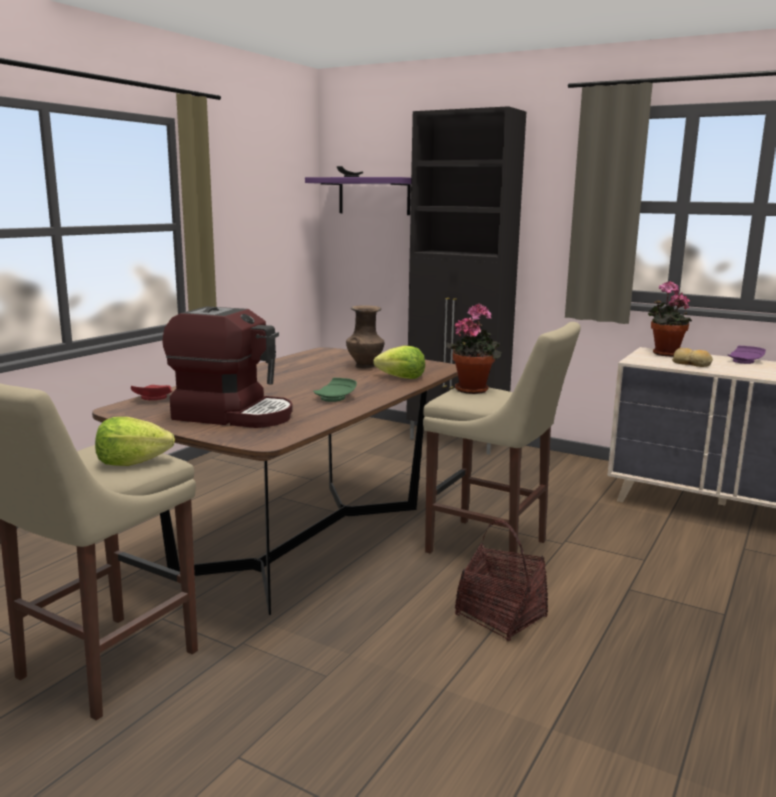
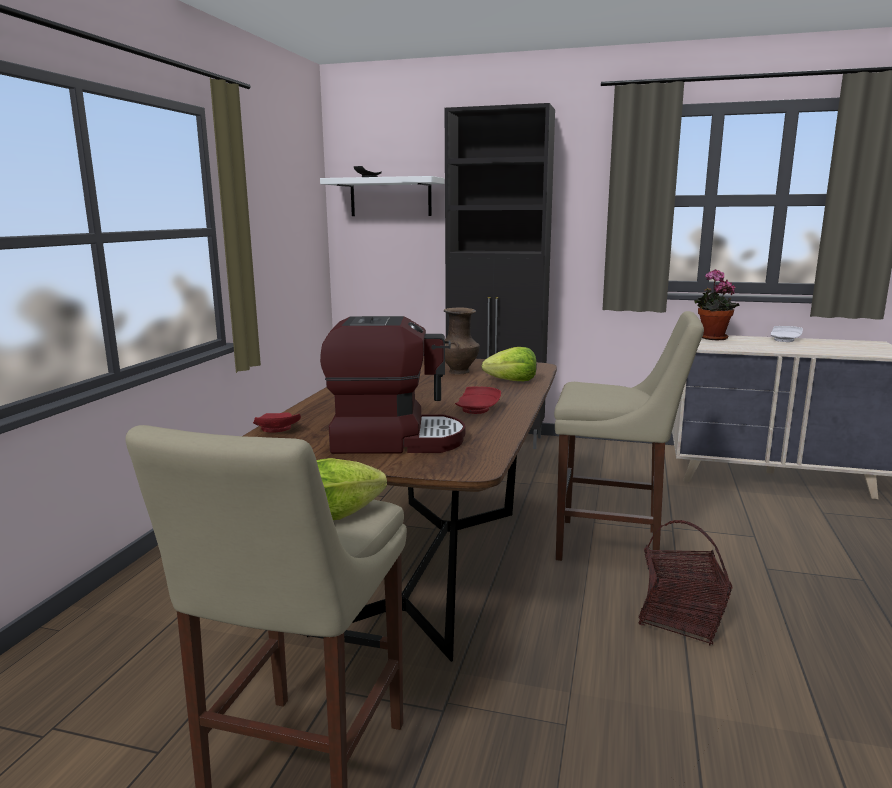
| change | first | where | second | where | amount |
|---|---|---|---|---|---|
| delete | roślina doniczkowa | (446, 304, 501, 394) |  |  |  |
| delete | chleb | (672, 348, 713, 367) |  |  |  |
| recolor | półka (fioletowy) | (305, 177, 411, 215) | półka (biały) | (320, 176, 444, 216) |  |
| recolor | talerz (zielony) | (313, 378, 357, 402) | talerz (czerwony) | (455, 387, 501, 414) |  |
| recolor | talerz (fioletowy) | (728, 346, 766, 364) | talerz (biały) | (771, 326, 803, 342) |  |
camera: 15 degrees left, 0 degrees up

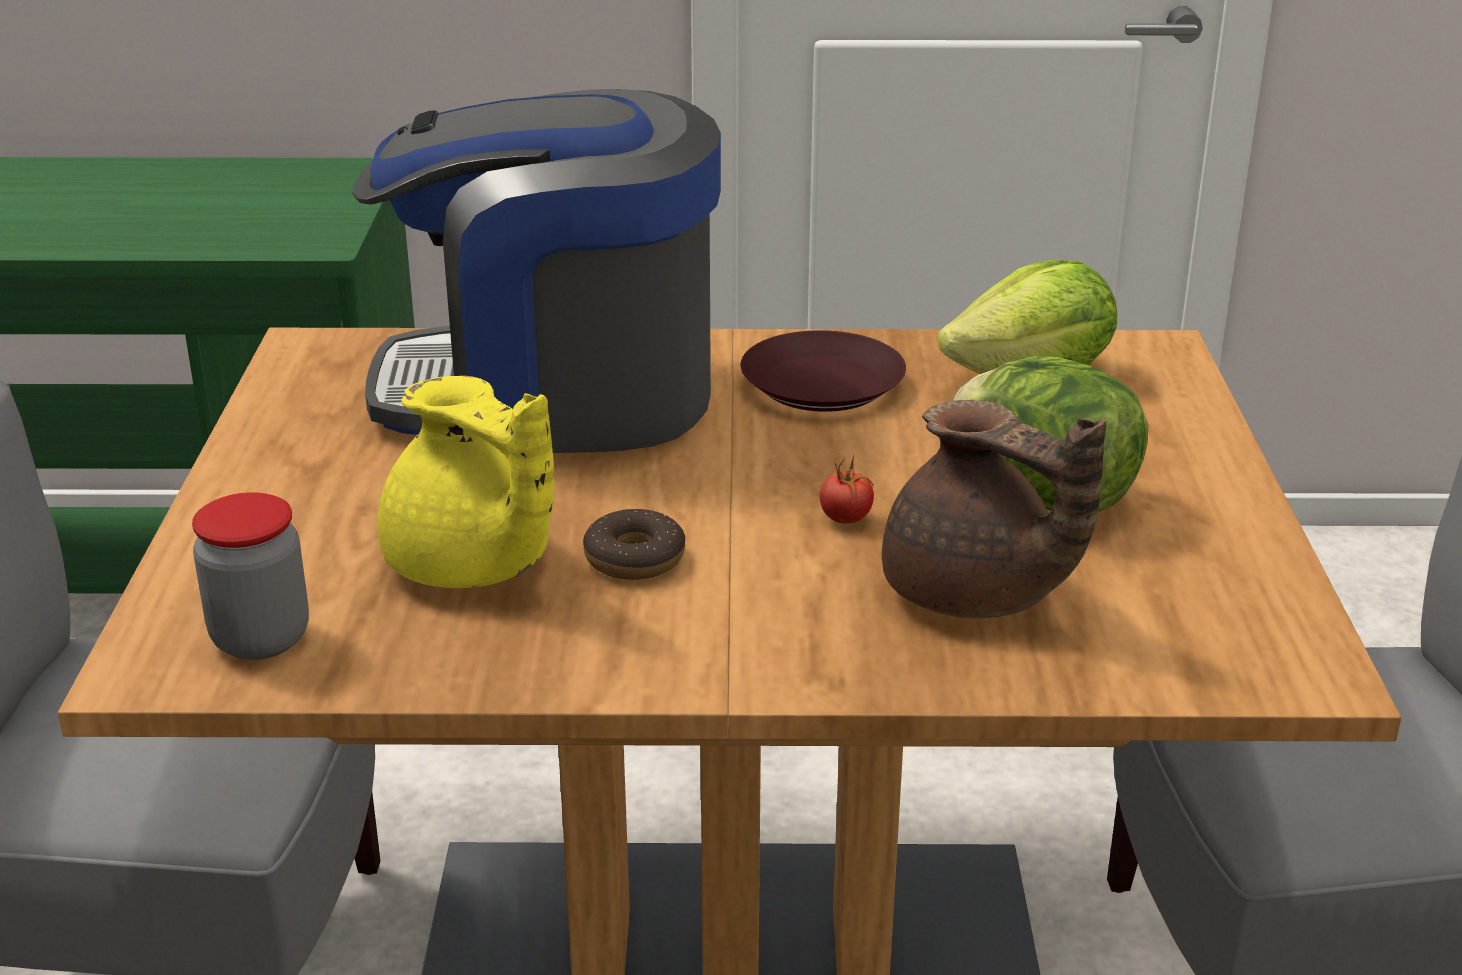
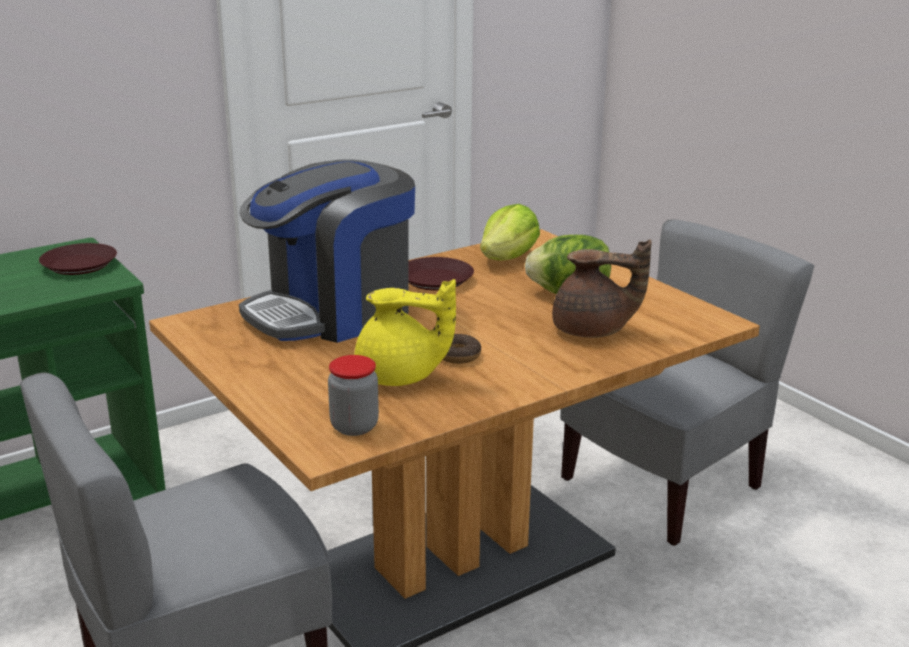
| change | first | where | second | where | amount |
|---|---|---|---|---|---|
| delete | pomidor | (820, 456, 874, 524) |  |  |  |
| insert |  |  | talerz (brązowy) | (39, 243, 117, 275) |  |
camera: 35 degrees left, 5 degrees down

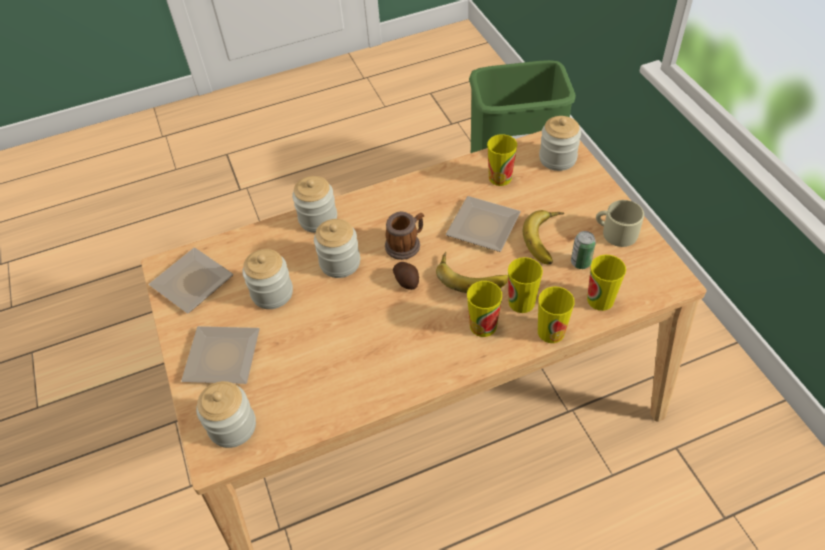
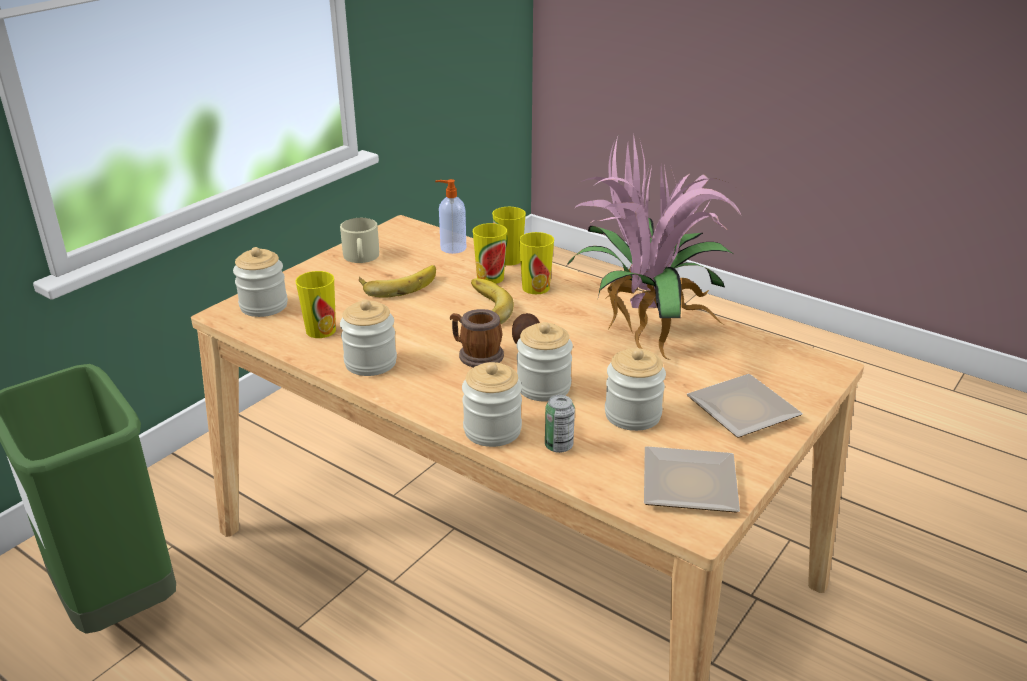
| change | first | where | second | where | amount |
|---|---|---|---|---|---|
| delete | talerz | (446, 196, 521, 252) |  |  |  |
| insert |  |  | roślina doniczkowa | (567, 136, 742, 359) |  |
| move | słoik | (196, 381, 256, 448) |  | (340, 299, 397, 376) |  |
| move | puszka | (571, 231, 596, 269) |  | (545, 395, 575, 453) |  |
| replace | filiżanka | (587, 255, 626, 311) | dozownik mydła | (435, 179, 466, 254) |  |
camera: 125 degrees left, 20 degrees down

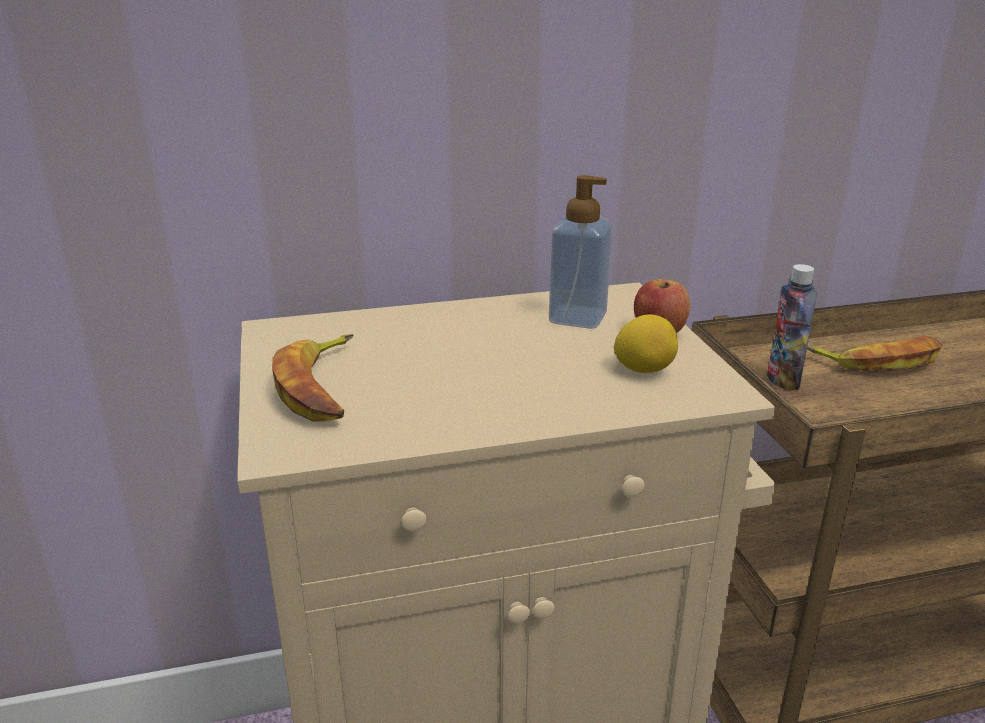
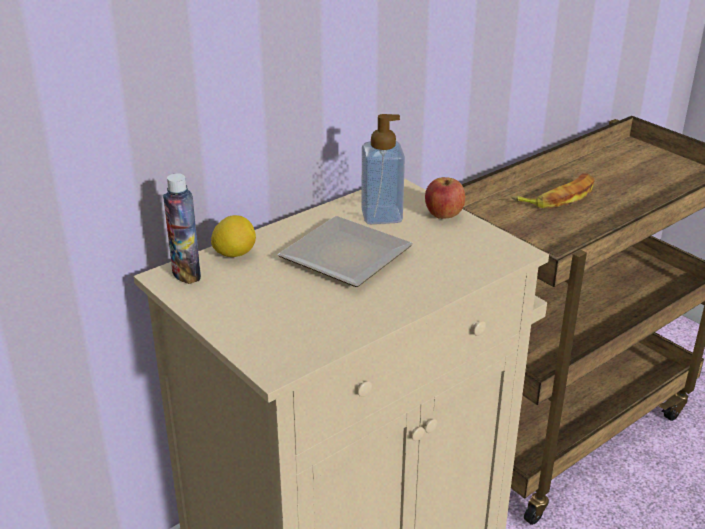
| change | first | where | second | where | amount |
|---|---|---|---|---|---|
| delete | banan | (272, 334, 353, 421) |  |  |  |
| insert |  |  | talerz | (278, 216, 413, 287) |  |
| move | cytryna | (614, 314, 678, 373) |  | (211, 215, 256, 257) |  |
| move | butelka | (767, 264, 817, 390) |  | (163, 173, 201, 284) |  |
camera: 25 degrees left, 5 degrees up

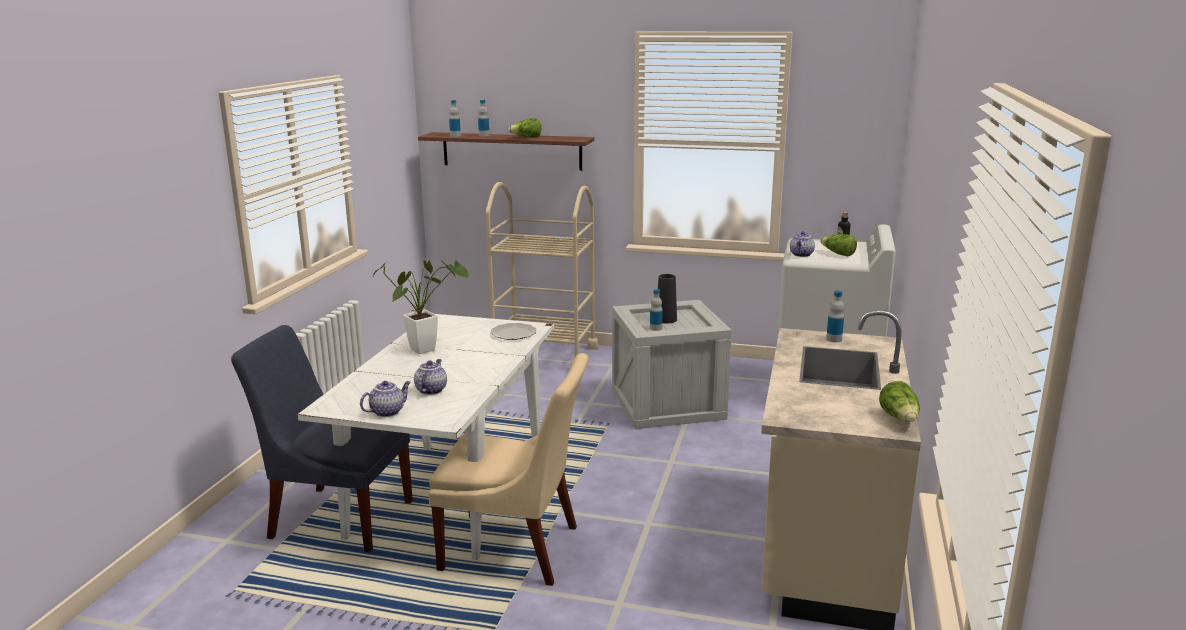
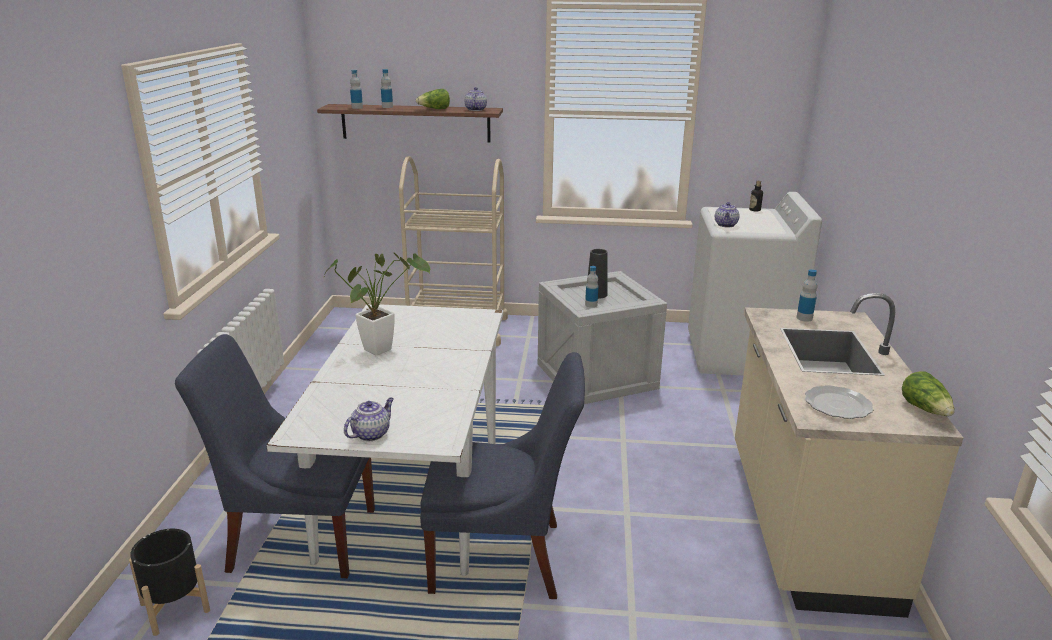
| change | first | where | second | where | amount |
|---|---|---|---|---|---|
| delete | sałata | (821, 234, 857, 257) |  |  |  |
| insert |  |  | donica (czarny) | (129, 529, 210, 636) |  |
| move | imbryk | (414, 359, 447, 395) |  | (464, 87, 487, 111) |  |
| move | talerz | (490, 323, 537, 340) |  | (805, 385, 873, 419) |  |
| recolor | krzesło (beżowy) | (428, 353, 589, 586) | krzesło (niebieski) | (420, 352, 585, 599) |  |
camera: 10 degrees left, 5 degrees up

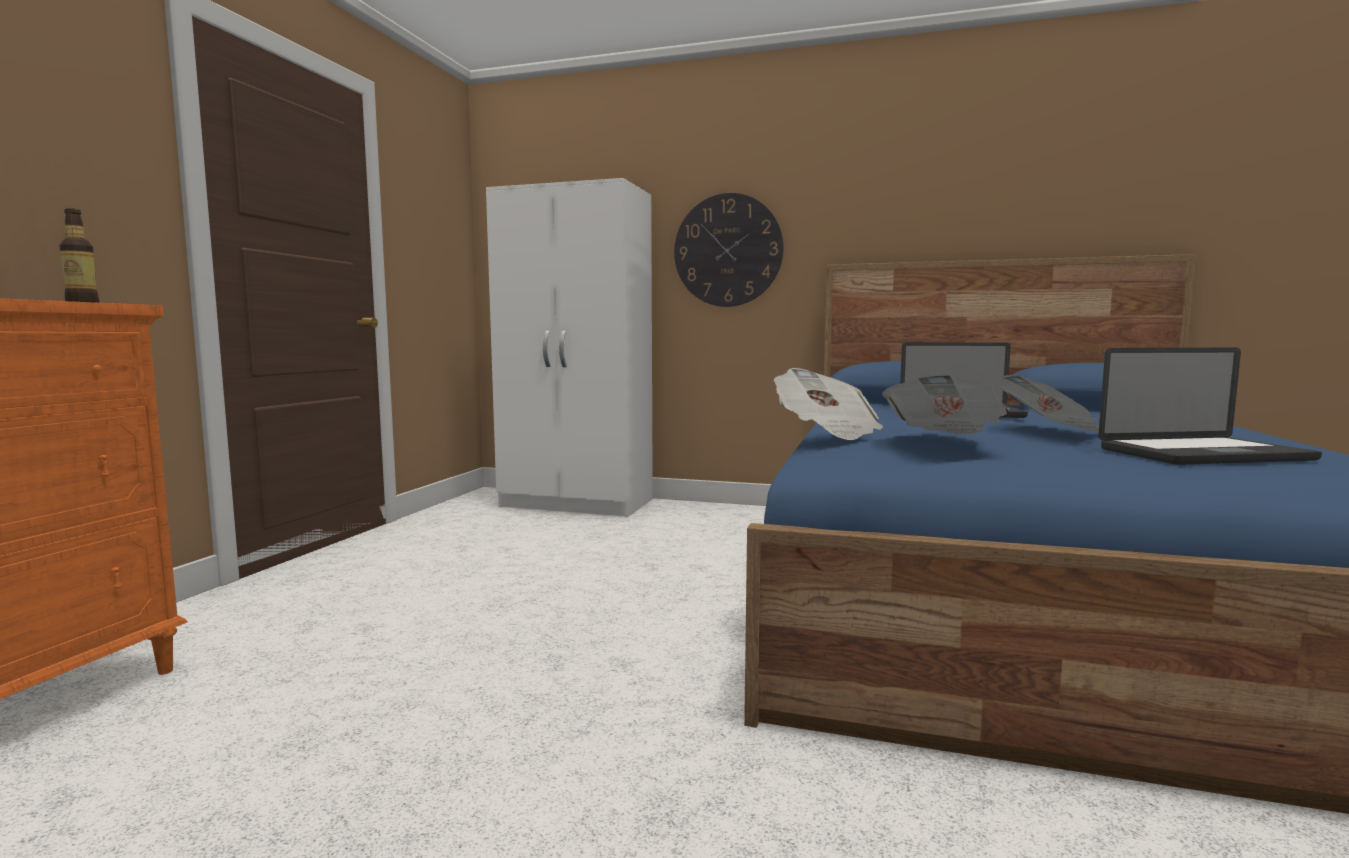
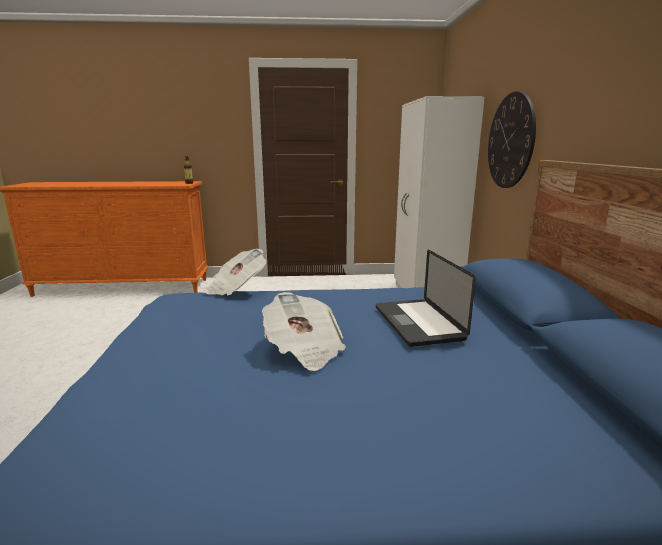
| change | first | where | second | where | amount |
|---|---|---|---|---|---|
| delete | gazeta | (882, 374, 1009, 434) |  |  |  |
| delete | laptop | (1098, 348, 1322, 465) |  |  |  |
camera: 70 degrees right, 10 degrees up

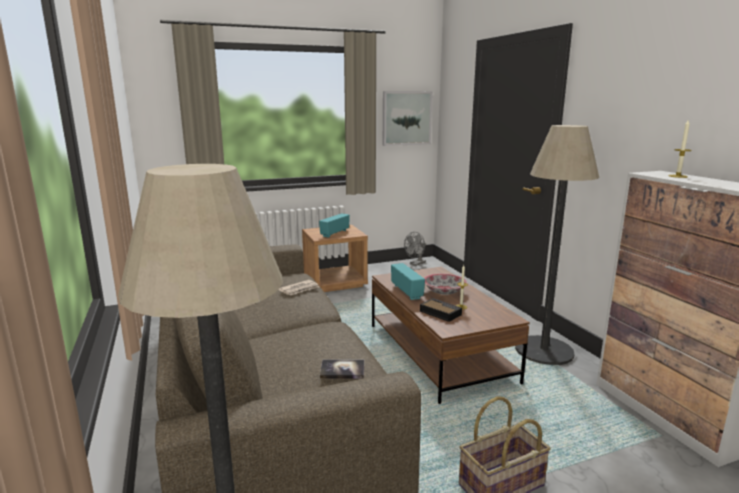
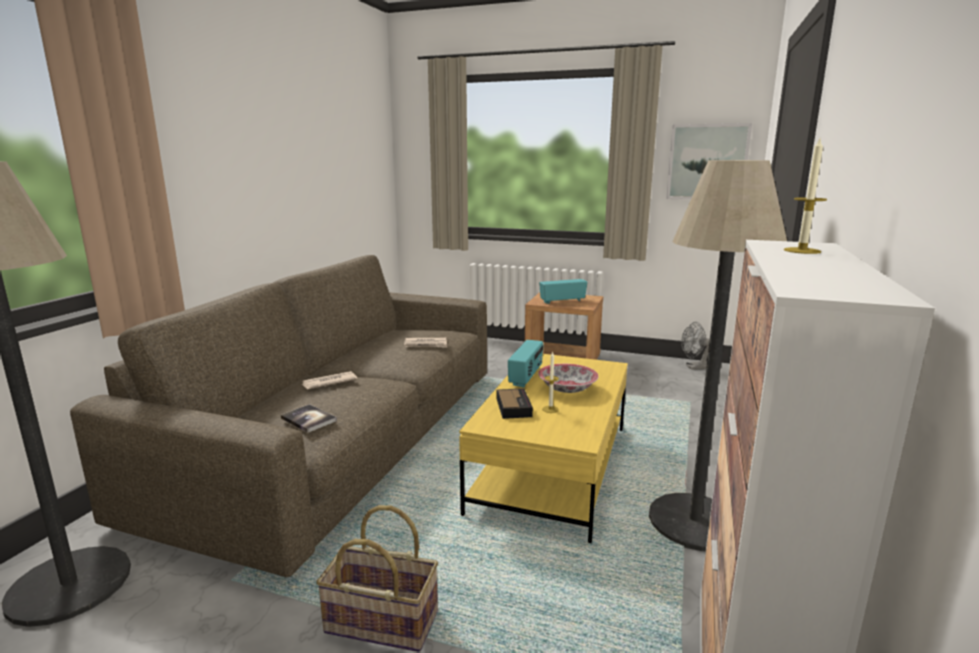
| change | first | where | second | where | amount |
|---|---|---|---|---|---|
| insert |  |  | gazeta | (302, 371, 358, 389) |  |
| recolor | ława (brązowy) | (372, 267, 530, 404) | ława (żółty) | (459, 354, 628, 543) |  |
camera: 40 degrees right, 0 degrees up

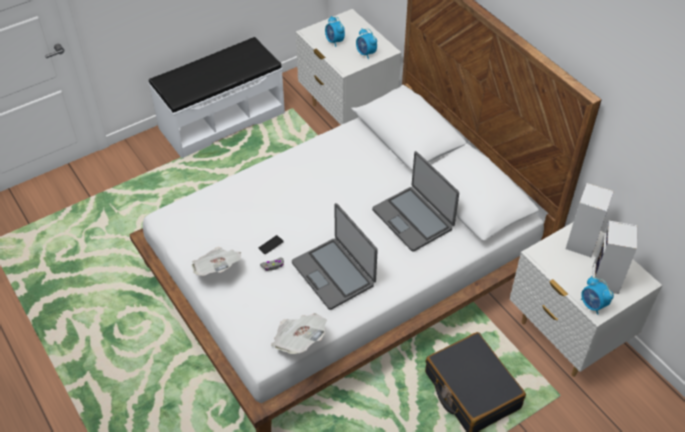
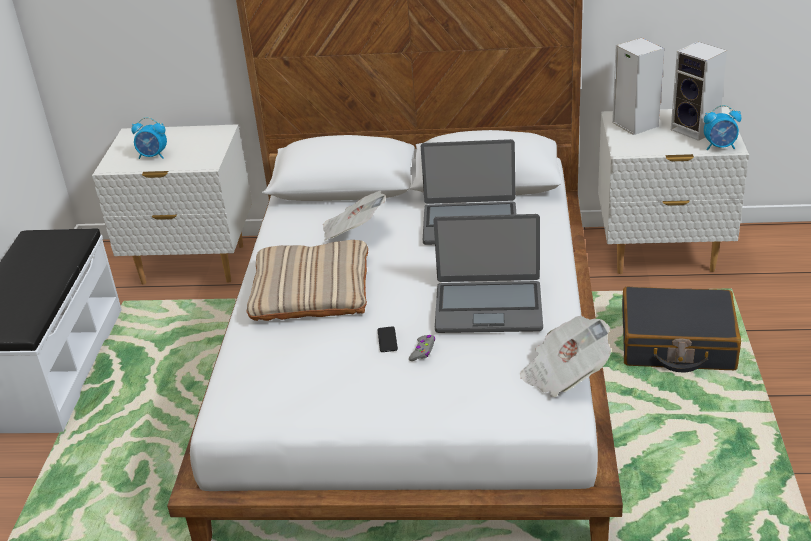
| change | first | where | second | where | amount |
|---|---|---|---|---|---|
| delete | budzik | (356, 28, 377, 59) |  |  |  |
| insert |  |  | poduszka (beżowy) | (246, 240, 368, 321) |  |
| move | gazeta | (192, 247, 241, 276) |  | (323, 191, 386, 241) |  |
camera: 50 degrees left, 15 degrees down

